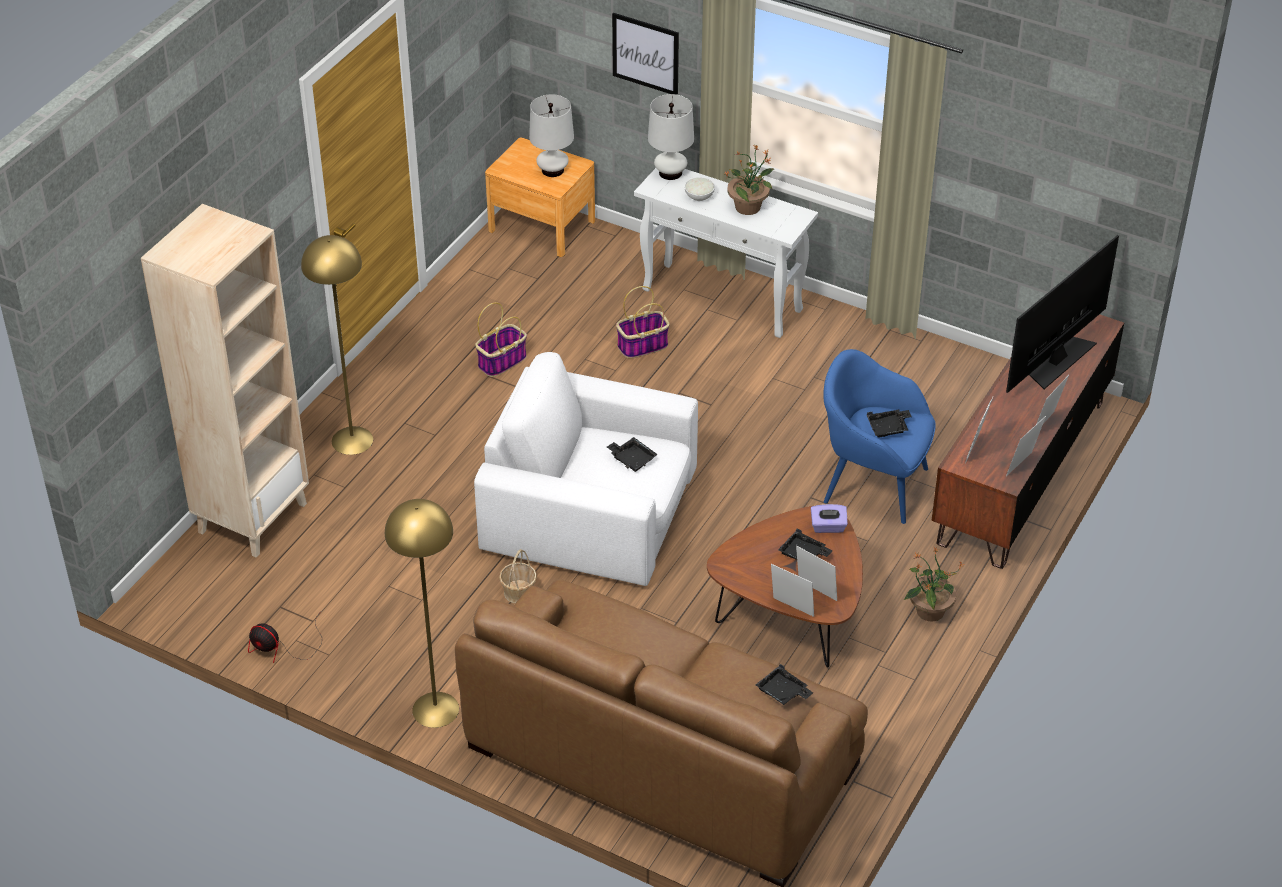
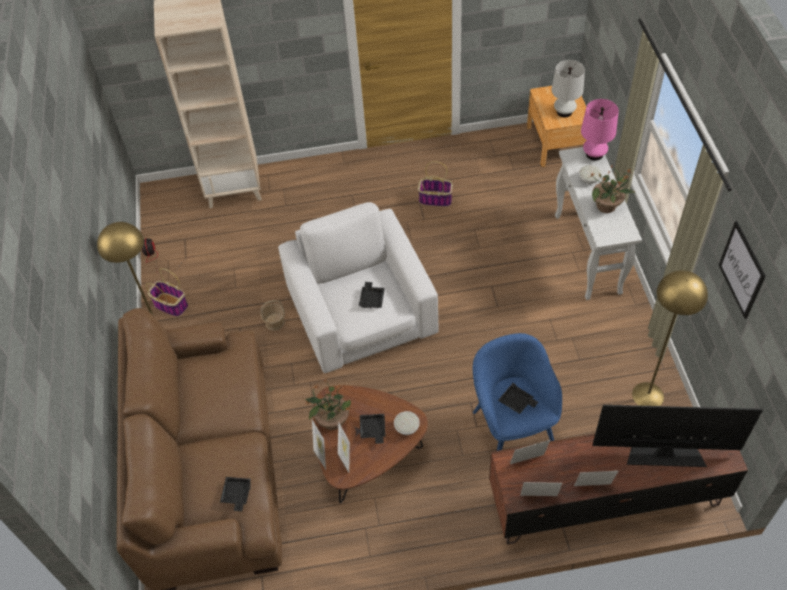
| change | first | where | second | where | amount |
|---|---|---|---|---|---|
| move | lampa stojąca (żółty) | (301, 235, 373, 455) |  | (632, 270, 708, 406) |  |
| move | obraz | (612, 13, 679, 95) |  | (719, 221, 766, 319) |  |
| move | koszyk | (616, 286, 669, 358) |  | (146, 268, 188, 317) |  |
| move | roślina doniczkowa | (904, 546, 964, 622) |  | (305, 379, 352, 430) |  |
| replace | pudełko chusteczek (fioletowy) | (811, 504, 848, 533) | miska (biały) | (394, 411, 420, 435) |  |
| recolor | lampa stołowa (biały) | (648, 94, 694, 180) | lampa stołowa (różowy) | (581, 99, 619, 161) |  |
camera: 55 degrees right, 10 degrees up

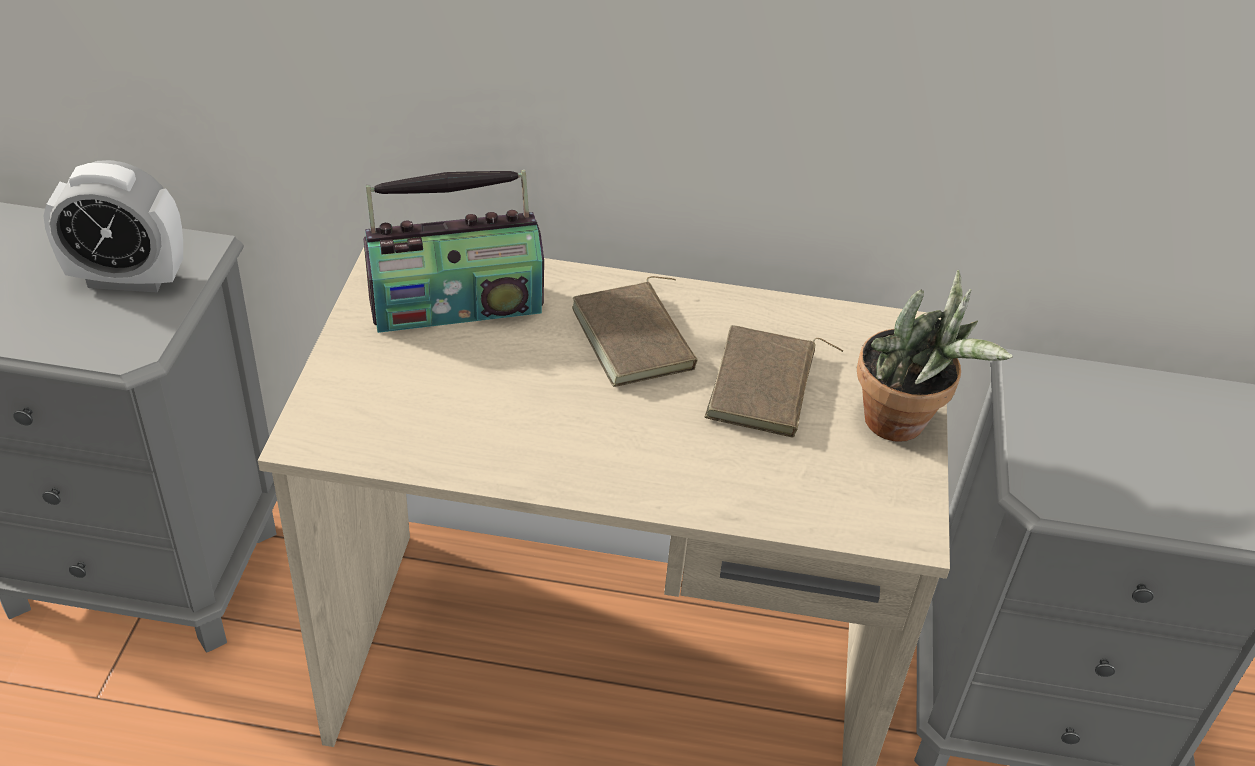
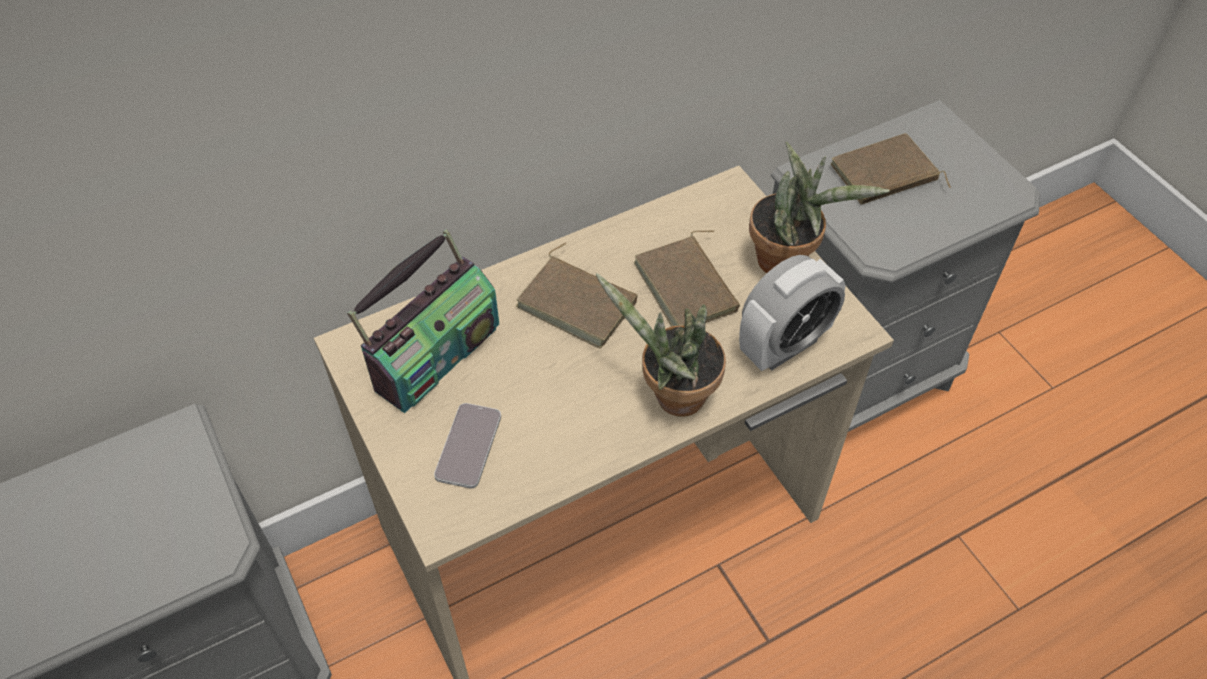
| change | first | where | second | where | amount |
|---|---|---|---|---|---|
| insert |  |  | telefon | (434, 403, 501, 488) |  |
| insert |  |  | roślina doniczkowa | (596, 273, 726, 417) |  |
| insert |  |  | książka (brązowy) | (831, 133, 951, 204) |  |
| move | budzik | (43, 160, 183, 292) |  | (739, 255, 845, 371) |  |
camera: 35 degrees left, 10 degrees up

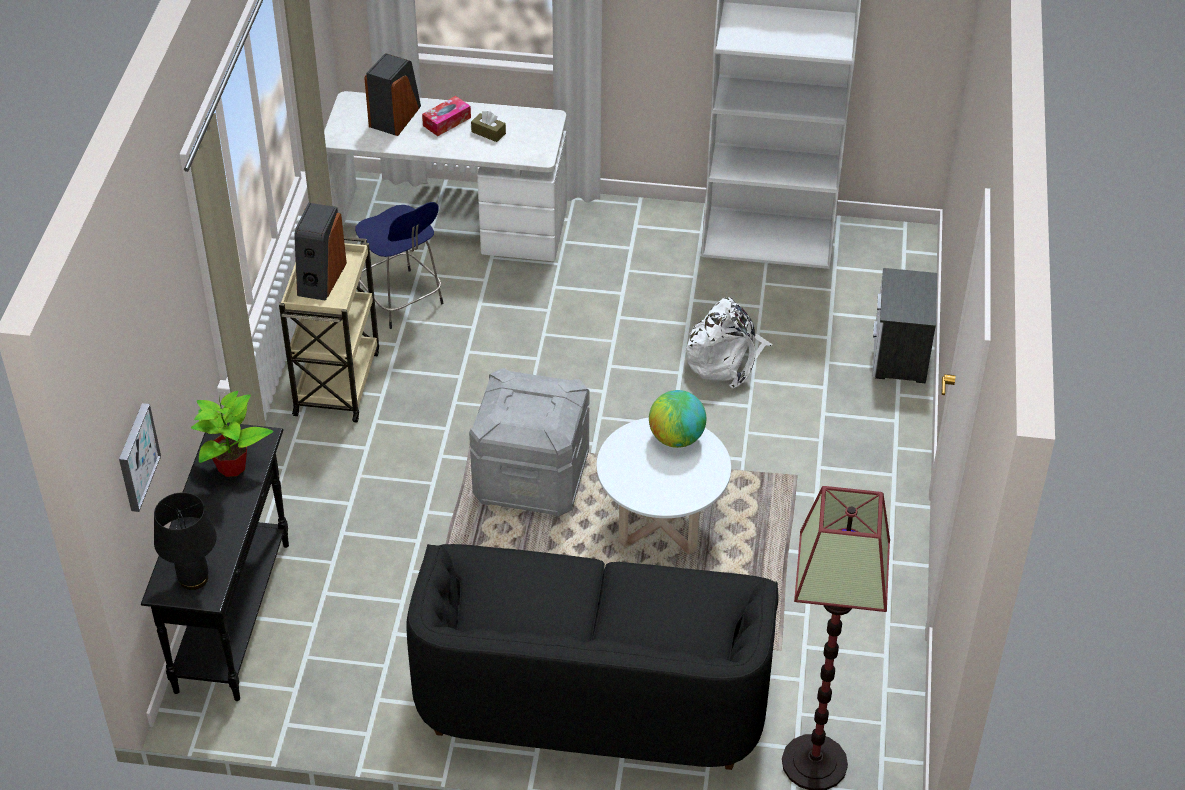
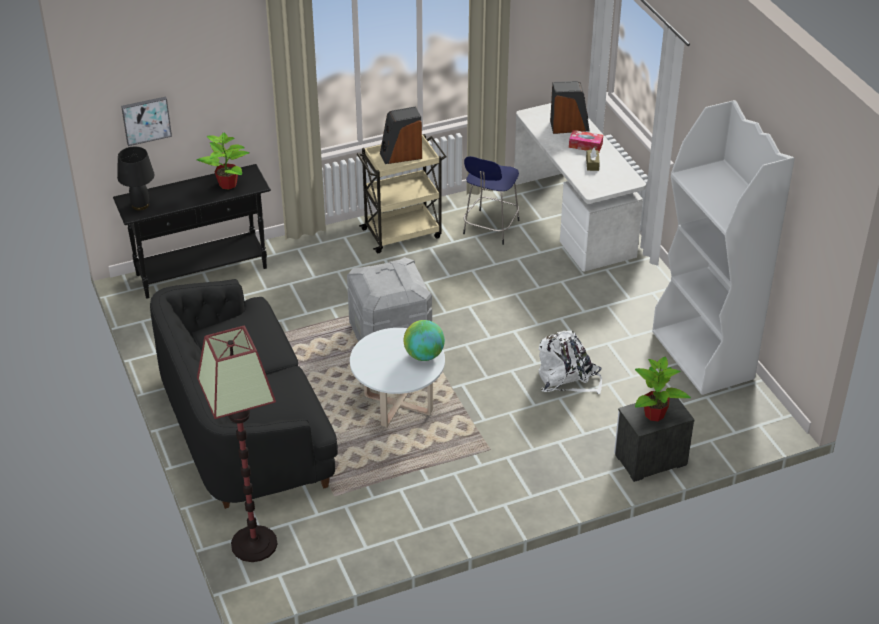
| change | first | where | second | where | amount |
|---|---|---|---|---|---|
| insert |  |  | roślina doniczkowa | (635, 356, 691, 421) |  |
camera: 60 degrees right, 5 degrees down

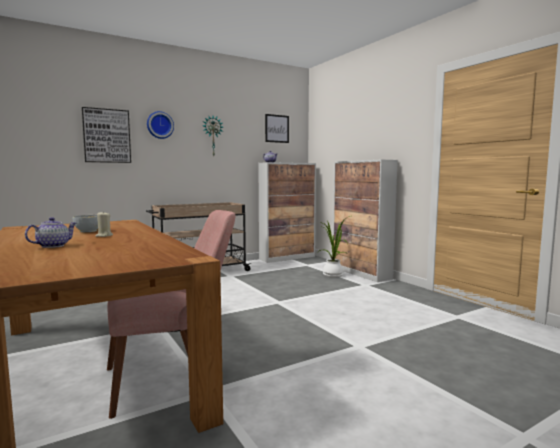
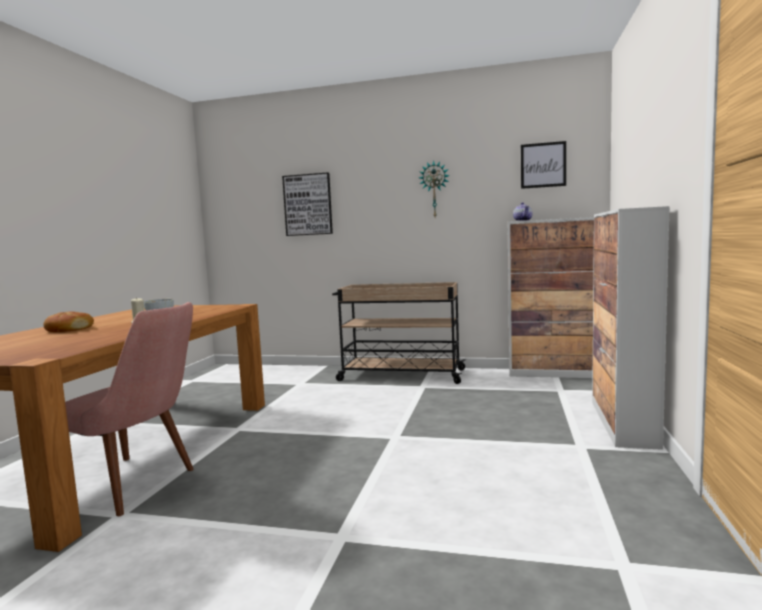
| change | first | where | second | where | amount |
|---|---|---|---|---|---|
| delete | zegar ścienny | (147, 111, 174, 139) |  |  |  |
| delete | roślina doniczkowa | (318, 216, 350, 277) |  |  |  |
| replace | imbryk | (25, 217, 76, 248) | chleb | (43, 311, 94, 332) |  |
camera: 45 degrees right, 0 degrees up

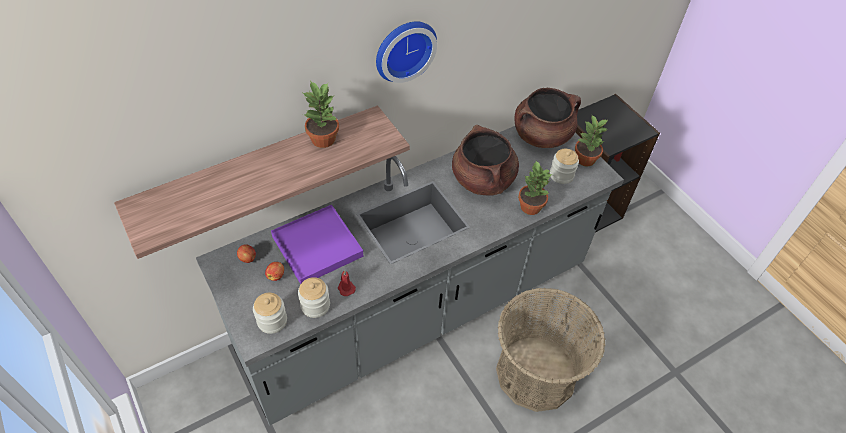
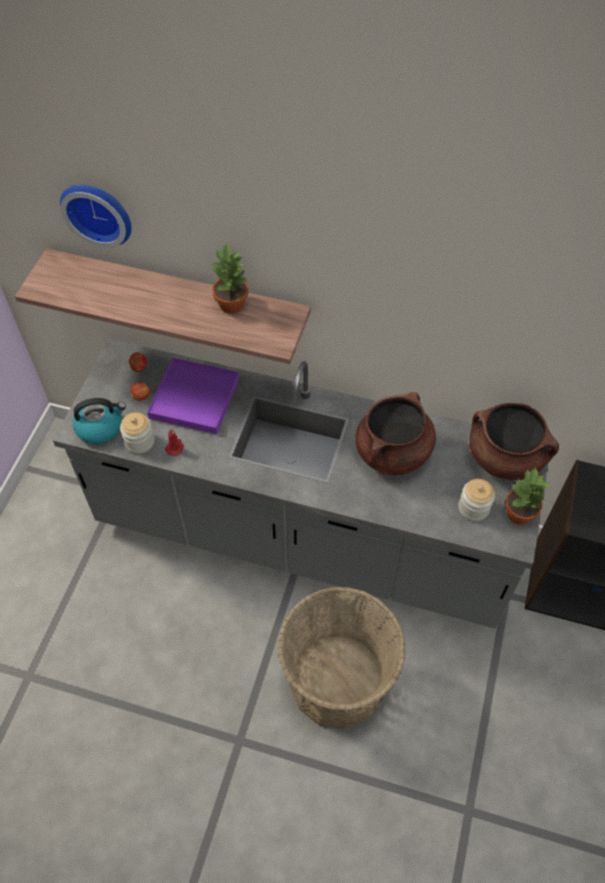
| change | first | where | second | where | amount |
|---|---|---|---|---|---|
| delete | roślina doniczkowa | (518, 161, 552, 215) |  |  |  |
| move | zegar ścienny | (376, 21, 437, 83) |  | (60, 185, 131, 248) |  |
| replace | słoik | (253, 293, 287, 334) | czajnik | (73, 398, 126, 444) |  |
camera: 50 degrees right, 5 degrees up

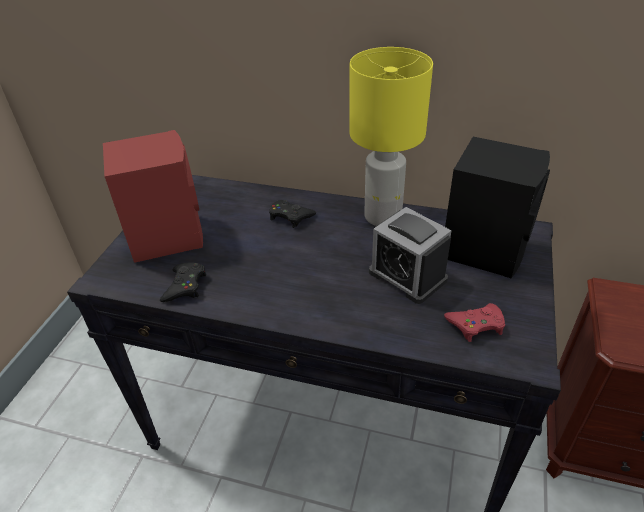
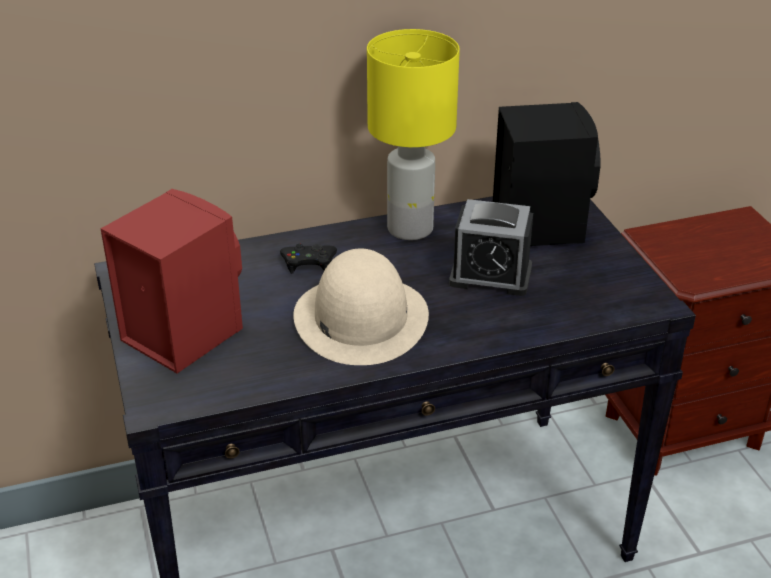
| change | first | where | second | where | amount |
|---|---|---|---|---|---|
| delete | pad do gier (czarny) | (160, 262, 206, 302) |  |  |  |
| delete | pad do gier (czerwony) | (444, 303, 505, 342) |  |  |  |
| insert |  |  | kapelusz (beżowy) | (293, 249, 429, 365) |  |
camera: 35 degrees left, 5 degrees down

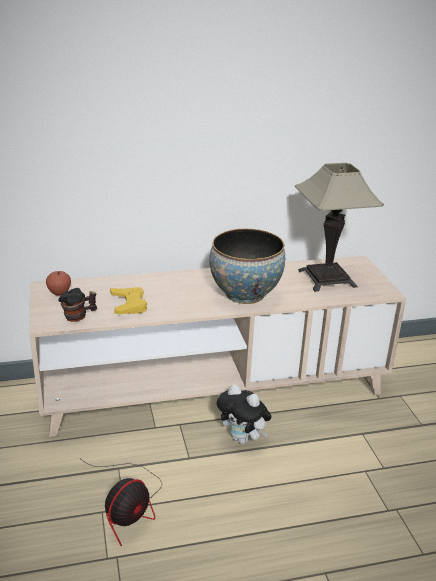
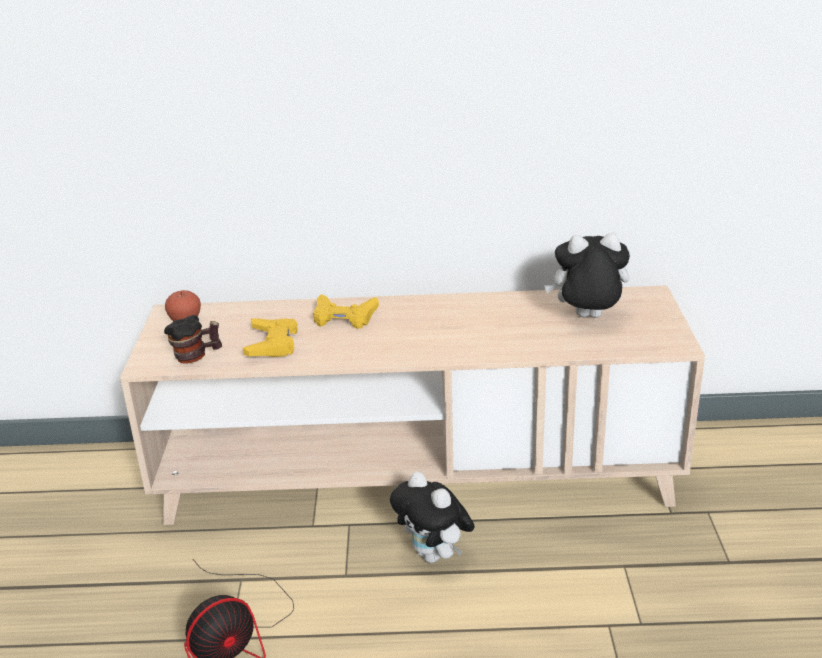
| change | first | where | second | where | amount |
|---|---|---|---|---|---|
| delete | miska | (209, 229, 285, 304) |  |  |  |
| insert |  |  | pad do gier (żółty) | (313, 294, 379, 329) |  |
| replace | lampa stołowa | (295, 163, 384, 291) | pluszak | (544, 233, 630, 318) |  |
camera: 15 degrees right, 0 degrees up

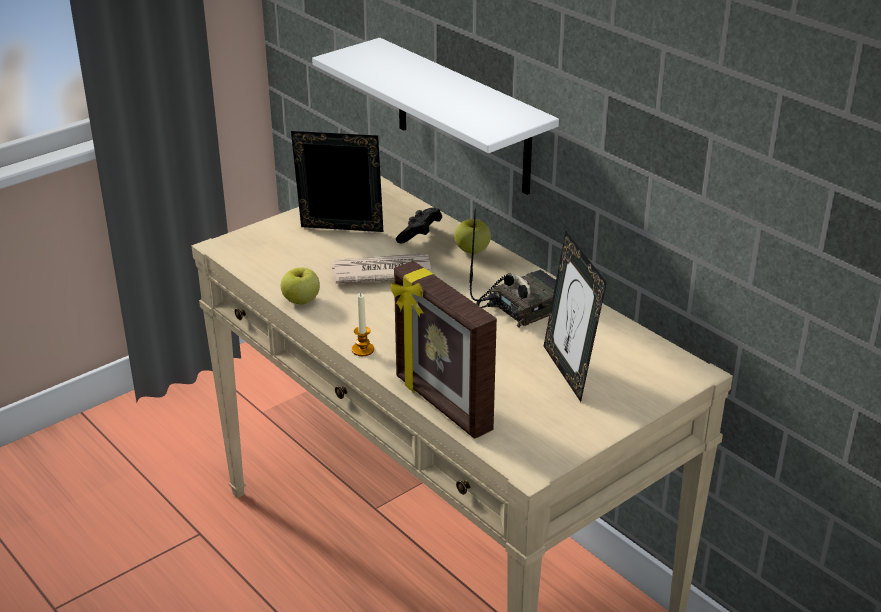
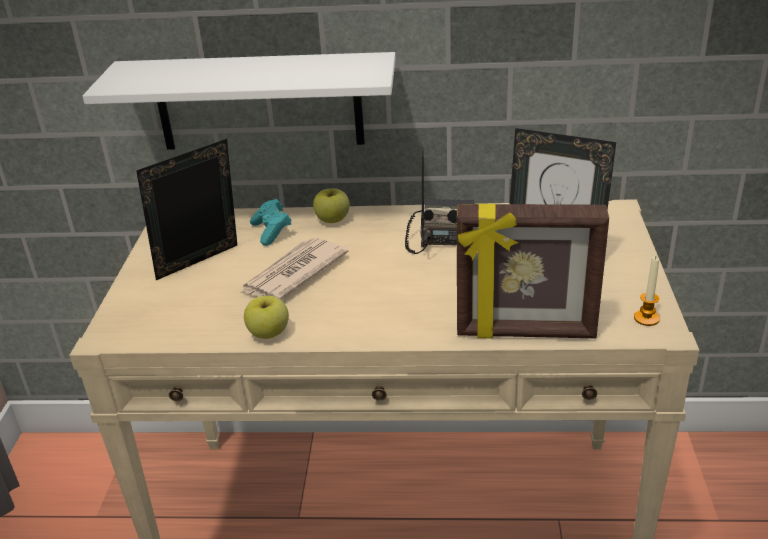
| change | first | where | second | where | amount |
|---|---|---|---|---|---|
| move | świeca | (352, 293, 374, 356) |  | (634, 256, 660, 326) |  |
| recolor | pad do gier (czarny) | (396, 208, 442, 243) | pad do gier (turkusowy) | (250, 199, 292, 246) |  |
camera: 45 degrees left, 0 degrees up

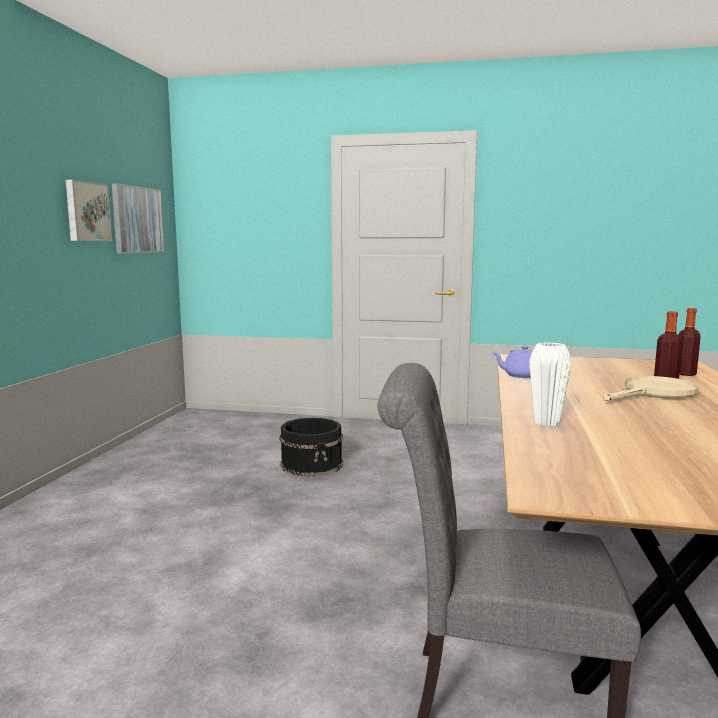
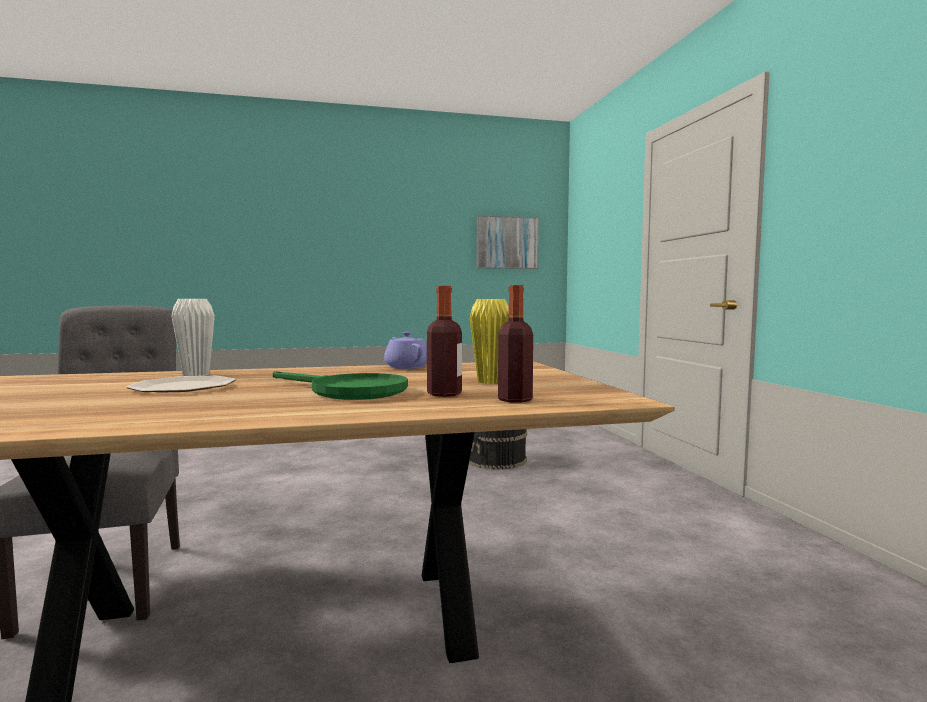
| change | first | where | second | where | amount |
|---|---|---|---|---|---|
| delete | obraz | (66, 180, 112, 241) |  |  |  |
| insert |  |  | talerz | (126, 376, 236, 393) |  |
| insert |  |  | wazon (żółty) | (470, 299, 509, 384) |  |
| recolor | patelnia (beżowy) | (603, 376, 699, 401) | patelnia (zielony) | (273, 371, 408, 400) |  |
camera: 65 degrees right, 5 degrees down

